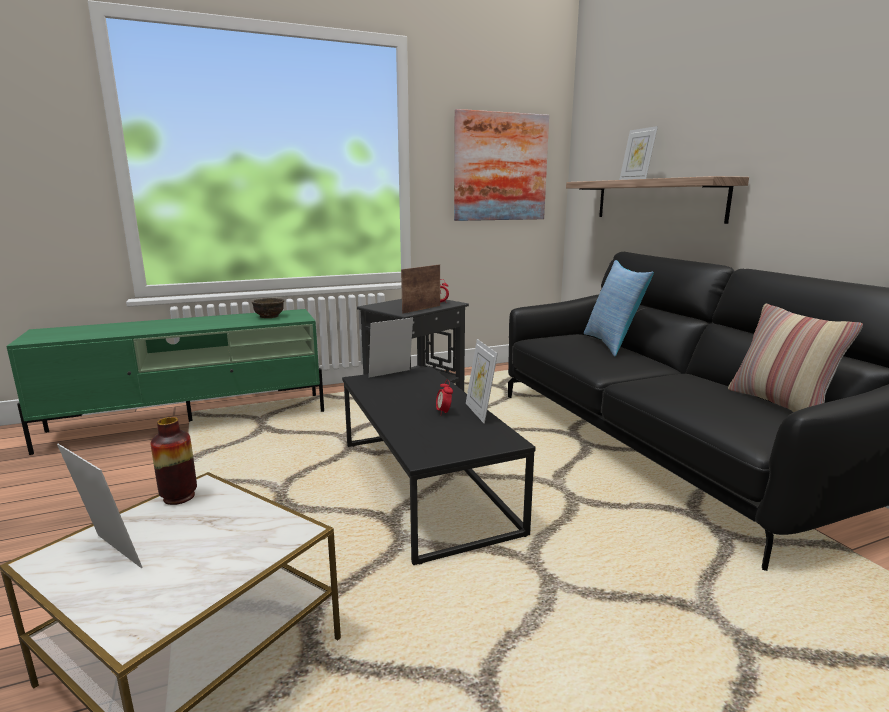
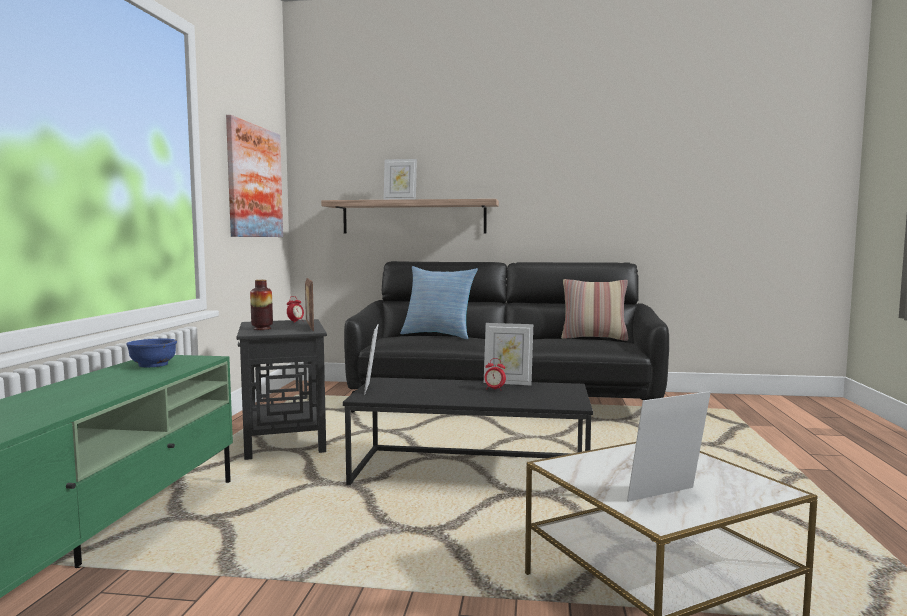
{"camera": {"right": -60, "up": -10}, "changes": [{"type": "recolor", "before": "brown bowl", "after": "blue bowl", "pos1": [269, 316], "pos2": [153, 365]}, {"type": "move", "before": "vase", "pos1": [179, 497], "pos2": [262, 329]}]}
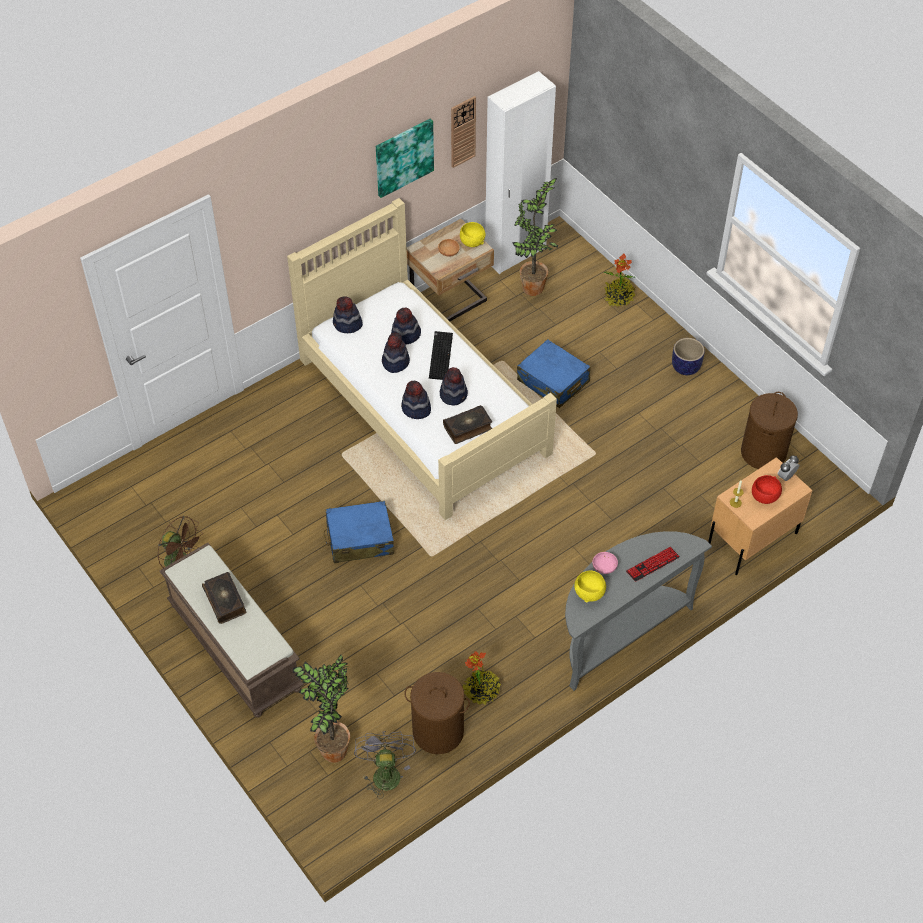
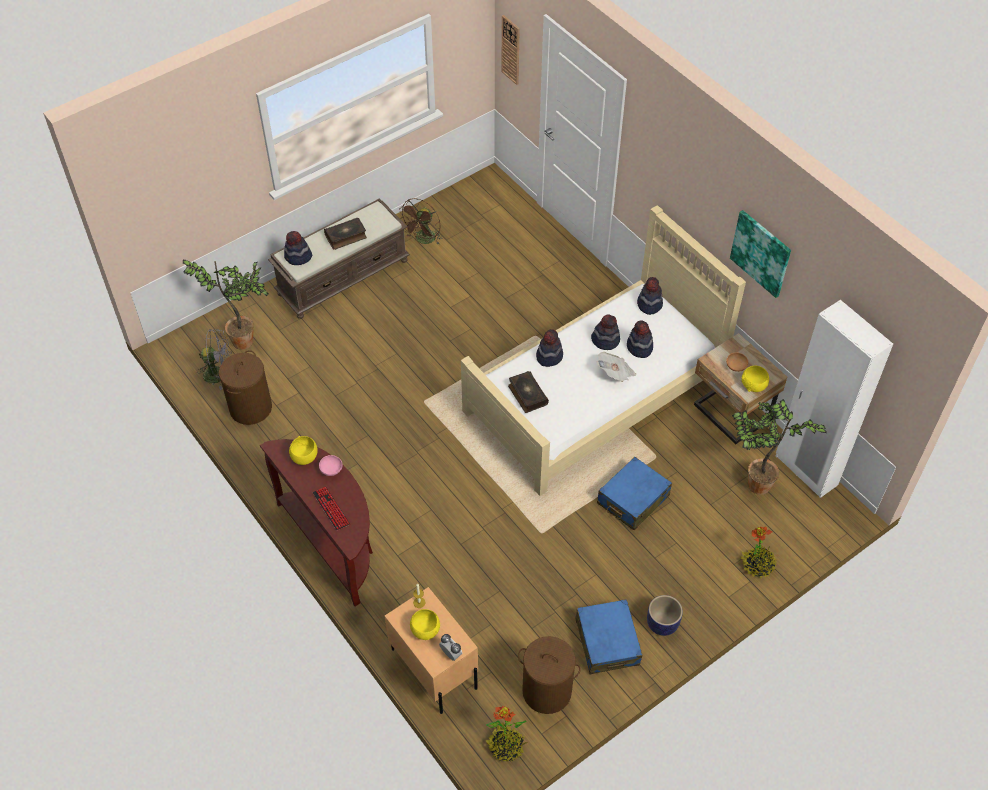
{"camera": {"right": 90, "up": 0}, "changes": [{"type": "recolor", "before": "grey console table", "after": "brown console table", "pos1": [619, 633], "pos2": [333, 543]}, {"type": "move", "before": "hat", "pos1": [454, 394], "pos2": [298, 257]}, {"type": "recolor", "before": "red bowl", "after": "yellow bowl", "pos1": [764, 497], "pos2": [425, 630]}, {"type": "move", "before": "potted plant", "pos1": [481, 690], "pos2": [506, 746]}, {"type": "move", "before": "wall clock", "pos1": [462, 131], "pos2": [511, 50]}, {"type": "move", "before": "blue suitcase", "pos1": [359, 539], "pos2": [607, 642]}, {"type": "replace", "before": "keyboard", "after": "newspaper", "pos1": [439, 355], "pos2": [615, 373]}]}
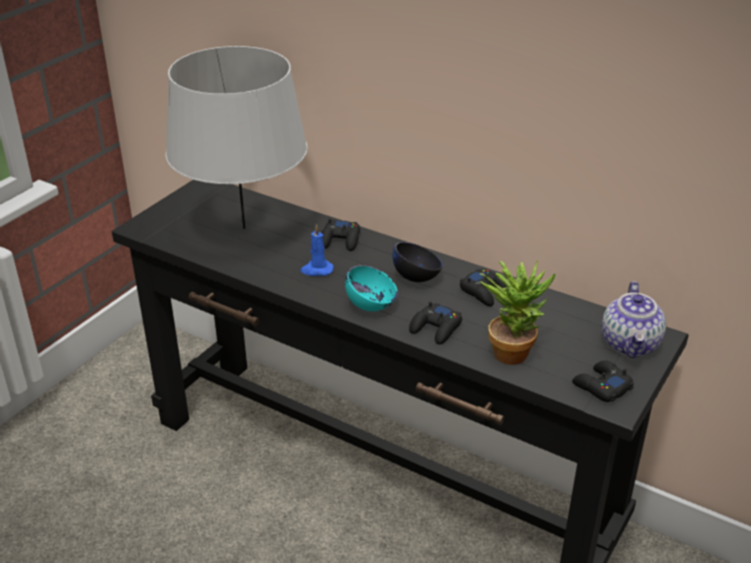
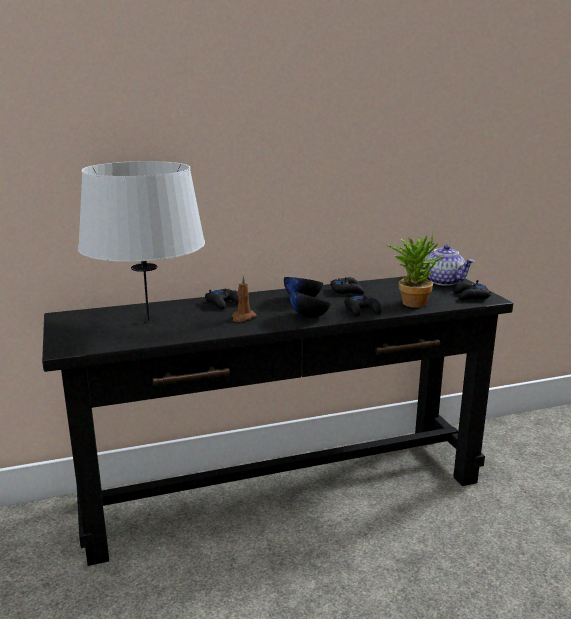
{"camera": {"right": -50, "up": -15}, "changes": [{"type": "recolor", "before": "blue candle", "after": "brown candle", "pos1": [316, 270], "pos2": [243, 317]}, {"type": "recolor", "before": "turquoise bowl", "after": "black bowl", "pos1": [371, 305], "pos2": [310, 316]}]}
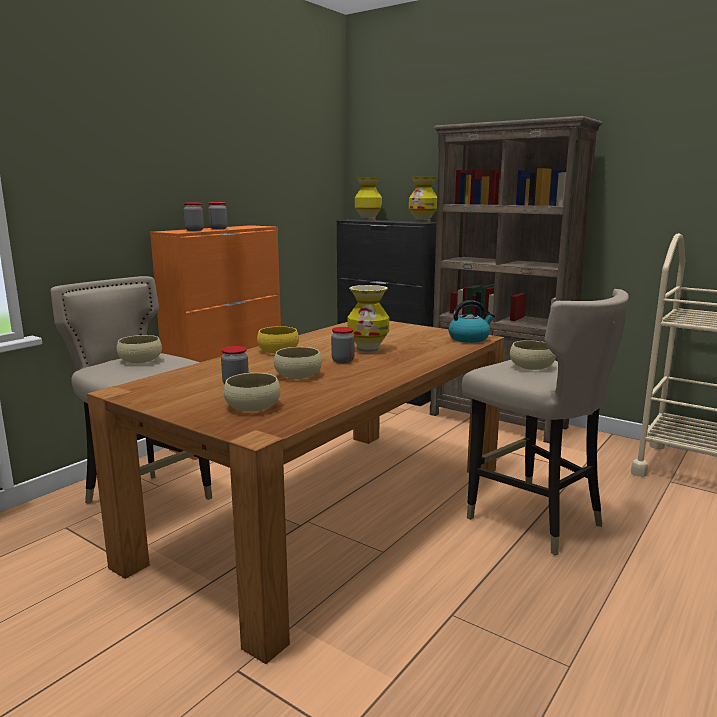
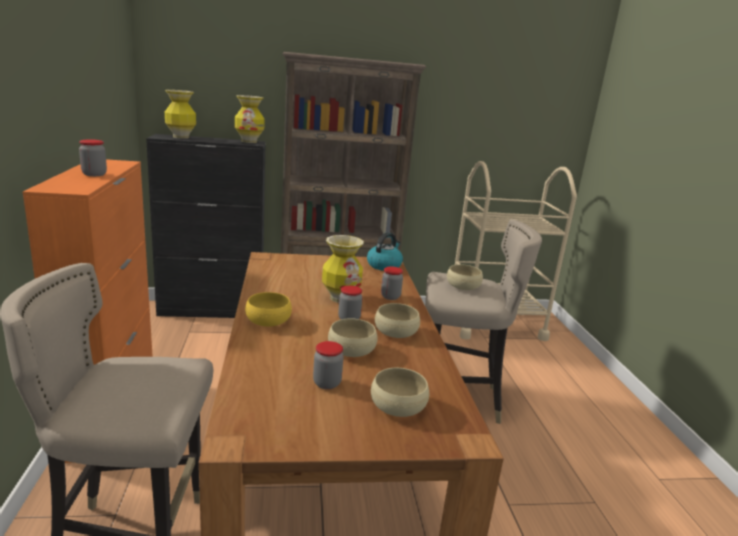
{"camera": {"right": -45, "up": 5}, "changes": [{"type": "move", "before": "beige bowl", "pos1": [140, 360], "pos2": [395, 332]}, {"type": "move", "before": "jar", "pos1": [194, 230], "pos2": [390, 296]}]}
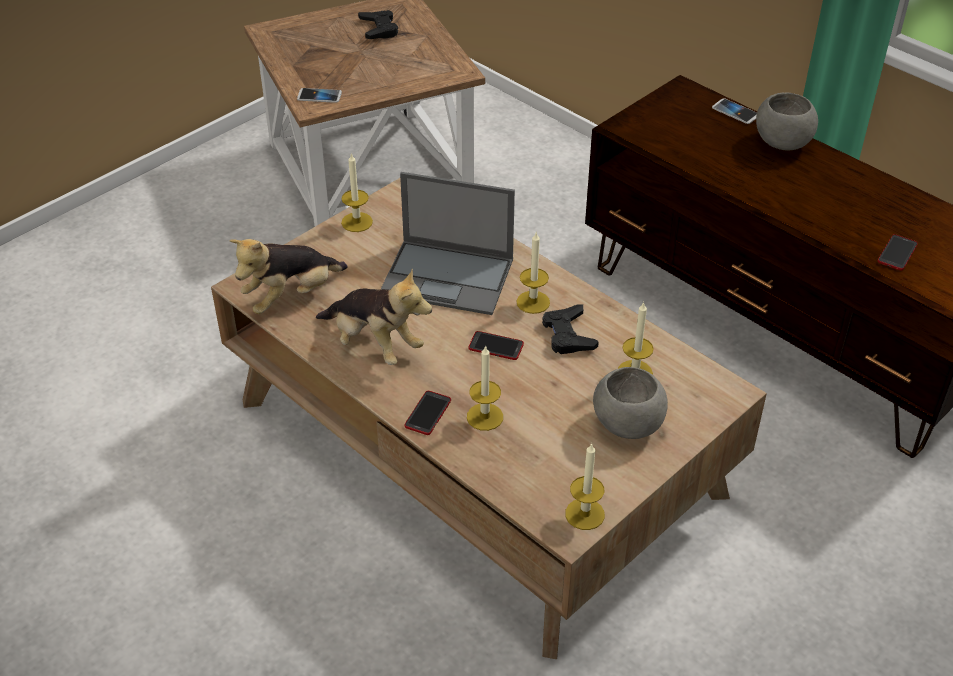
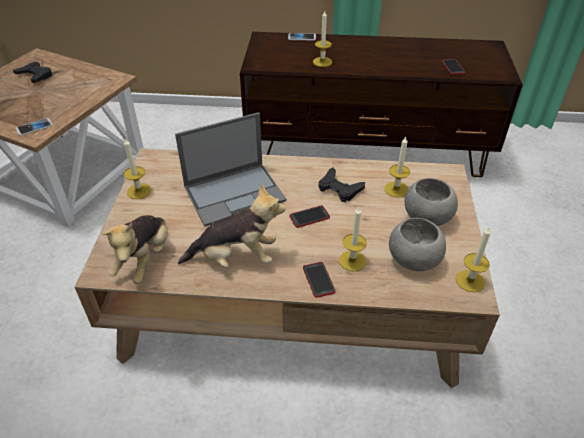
{"camera": {"right": -40, "up": 0}, "changes": [{"type": "move", "before": "candle", "pos1": [533, 302], "pos2": [322, 62]}, {"type": "move", "before": "grey bowl", "pos1": [781, 143], "pos2": [413, 260]}]}
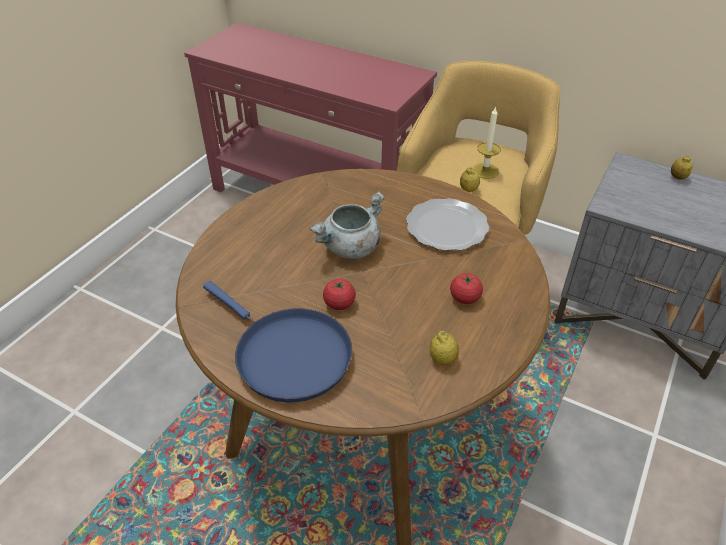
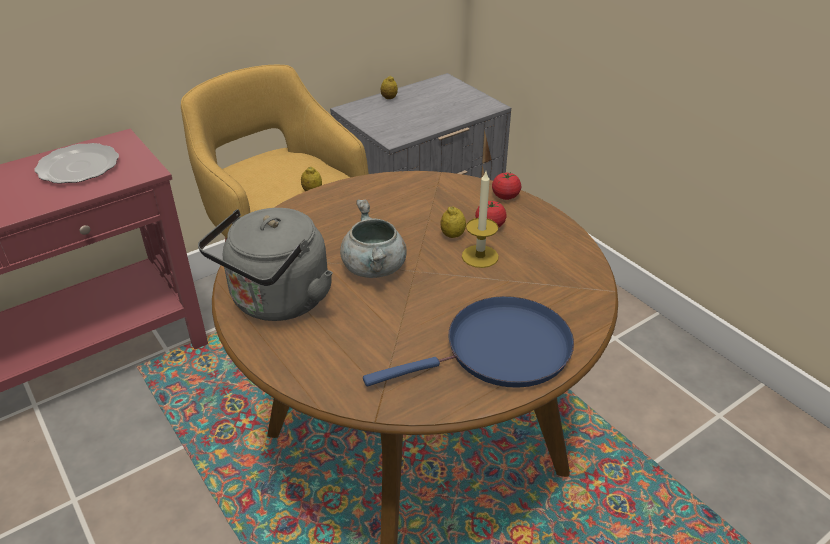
{"camera": {"right": -65, "up": -5}, "changes": [{"type": "move", "before": "plate", "pos1": [446, 226], "pos2": [77, 166]}, {"type": "insert", "after": "grey kettle", "pos2": [277, 302]}, {"type": "move", "before": "lemon", "pos1": [442, 359], "pos2": [452, 235]}, {"type": "move", "before": "candle", "pos1": [485, 171], "pos2": [480, 256]}, {"type": "move", "before": "tomato", "pos1": [339, 303], "pos2": [505, 196]}]}
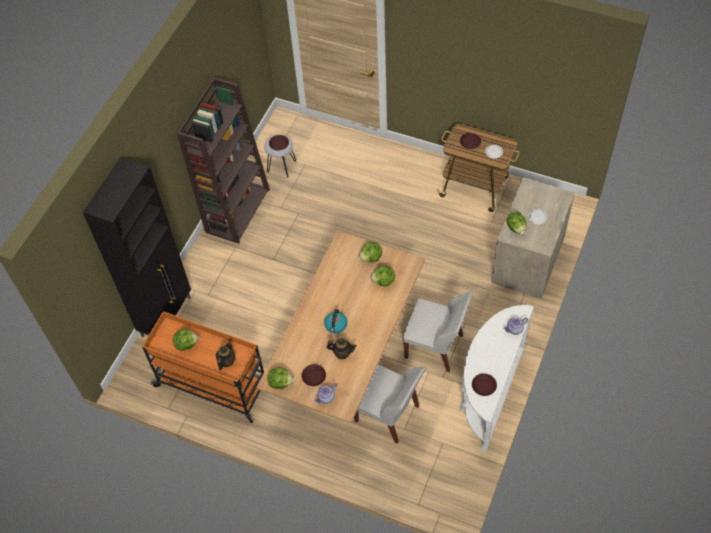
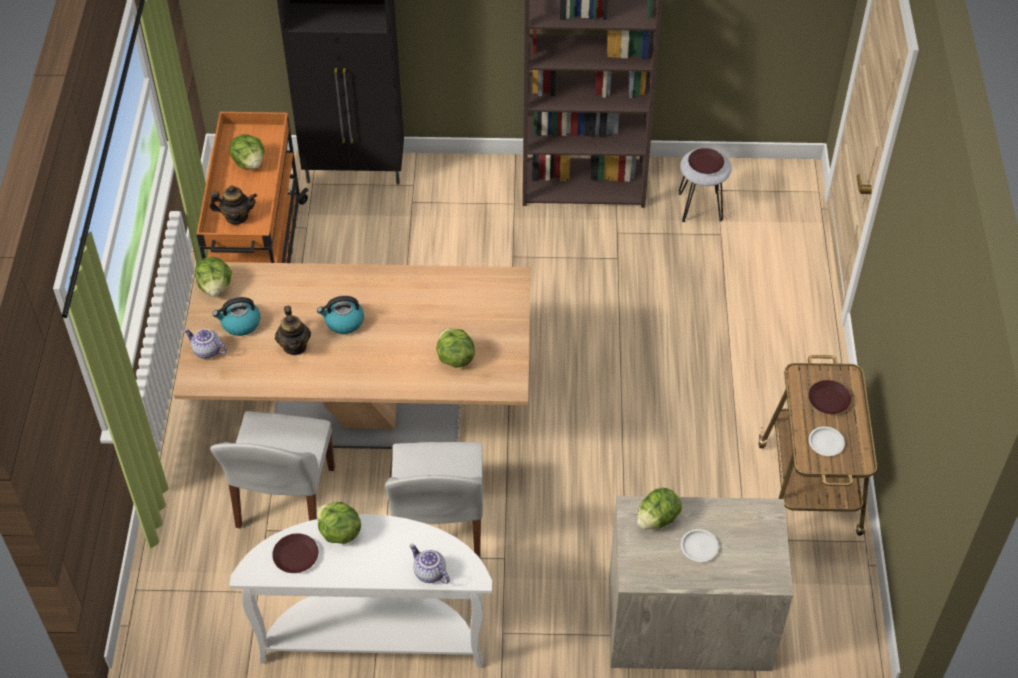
{"camera": {"right": 65, "up": -5}, "changes": [{"type": "replace", "before": "brown plate", "after": "kettle", "pos1": [314, 376], "pos2": [240, 324]}, {"type": "move", "before": "lettuce", "pos1": [371, 258], "pos2": [339, 533]}]}
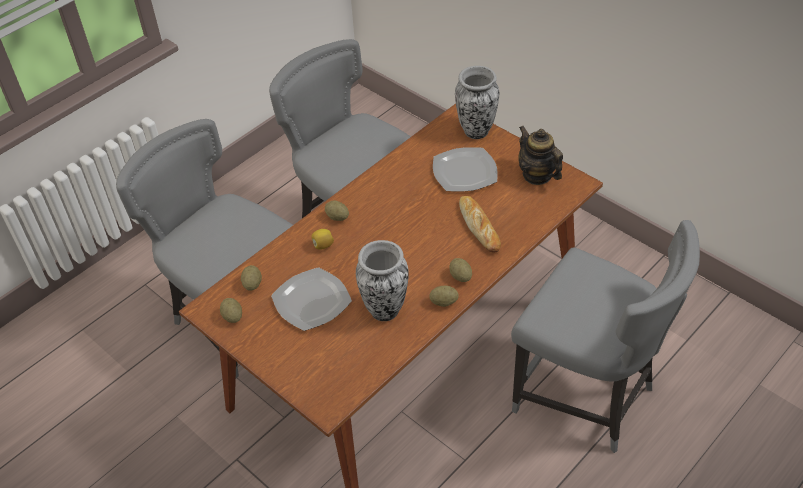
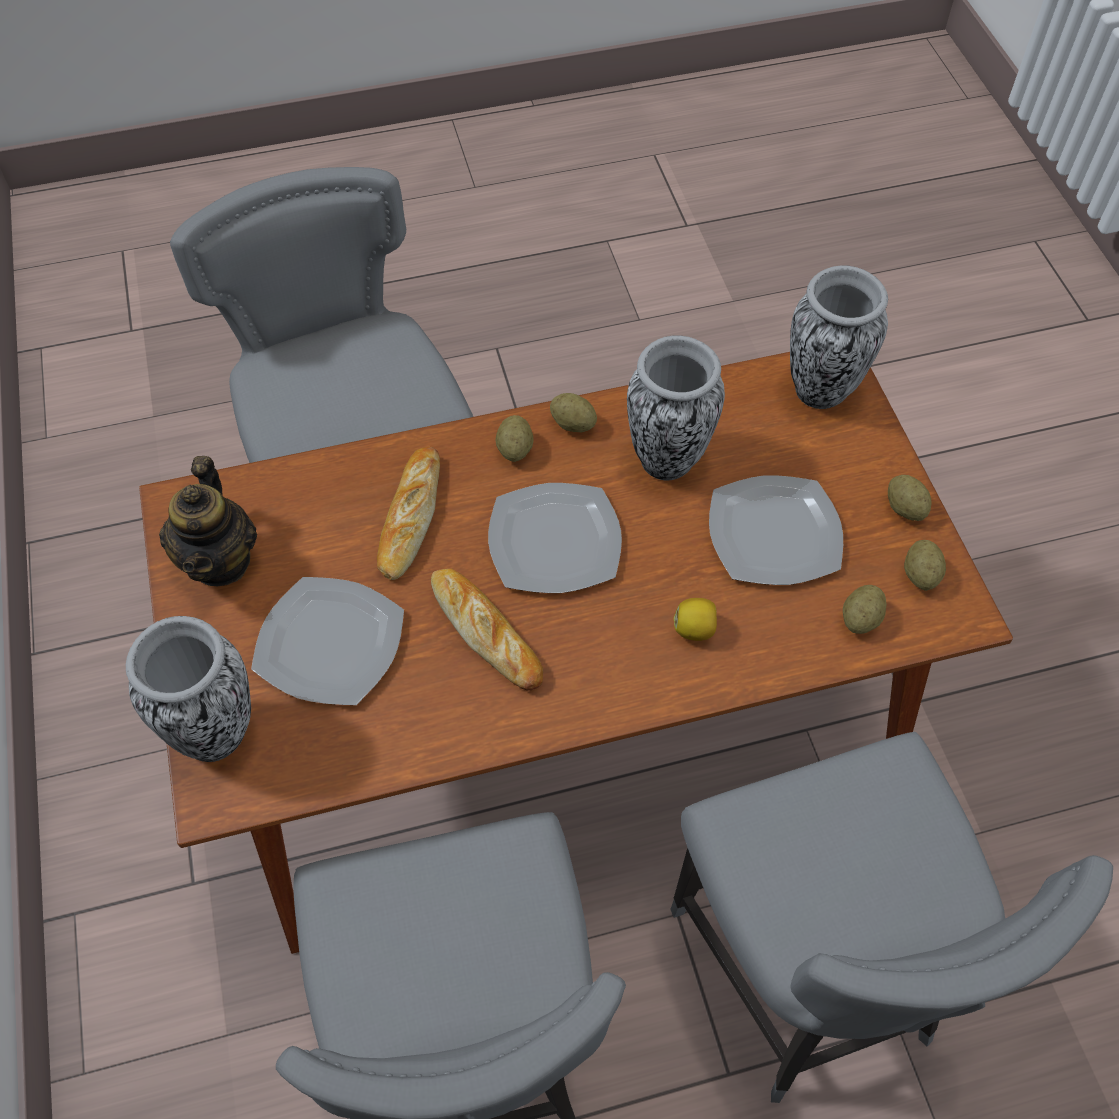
{"camera": {"right": -150, "up": 10}, "changes": [{"type": "insert", "after": "bread", "pos2": [486, 632]}, {"type": "insert", "after": "plate", "pos2": [556, 542]}, {"type": "insert", "after": "vase", "pos2": [821, 389]}, {"type": "move", "before": "potato", "pos1": [337, 217], "pos2": [904, 508]}]}
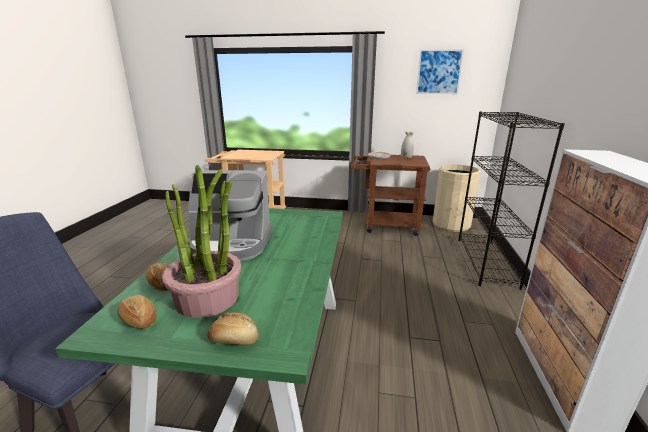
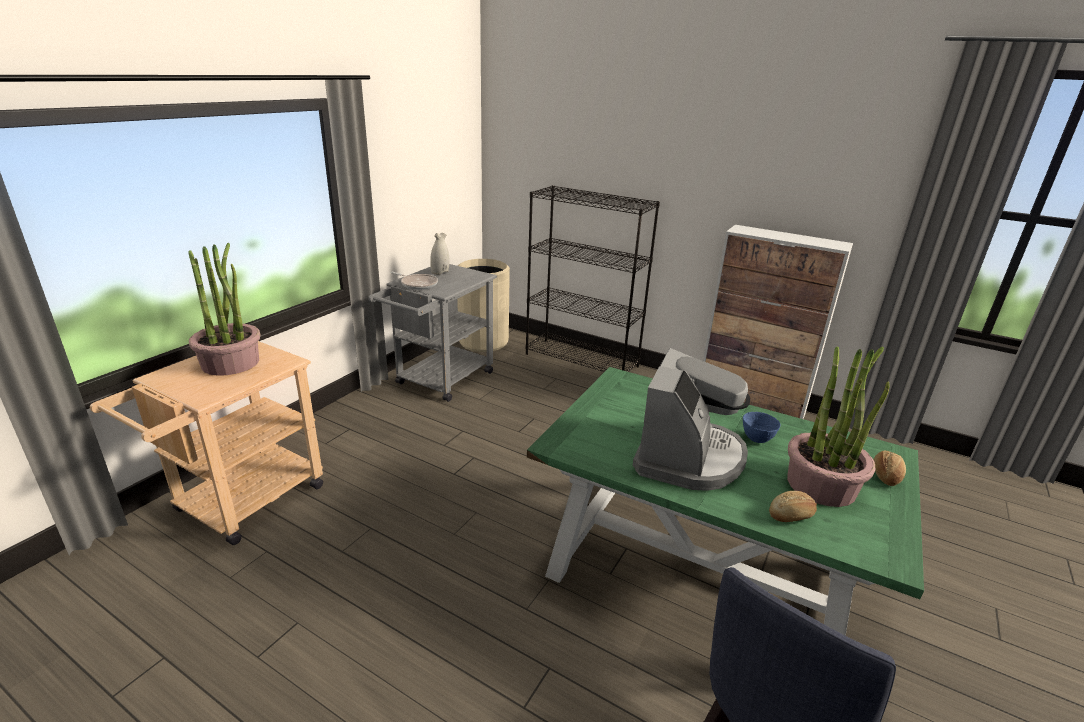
{"camera": {"right": -70, "up": 5}, "changes": [{"type": "insert", "after": "potted plant", "pos2": [231, 362]}, {"type": "recolor", "before": "brown cart", "after": "grey cart", "pos1": [386, 225], "pos2": [440, 381]}, {"type": "insert", "after": "blue bowl", "pos2": [756, 439]}, {"type": "delete", "before": "bread", "pos1": [138, 320]}, {"type": "delete", "before": "picture", "pos1": [439, 72]}]}
